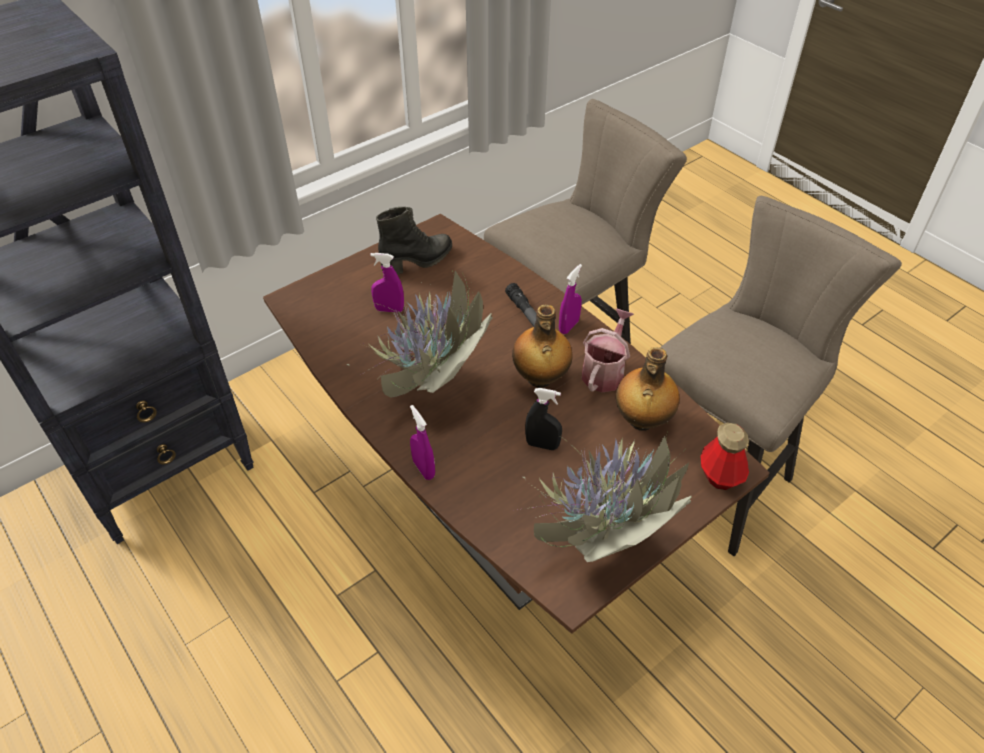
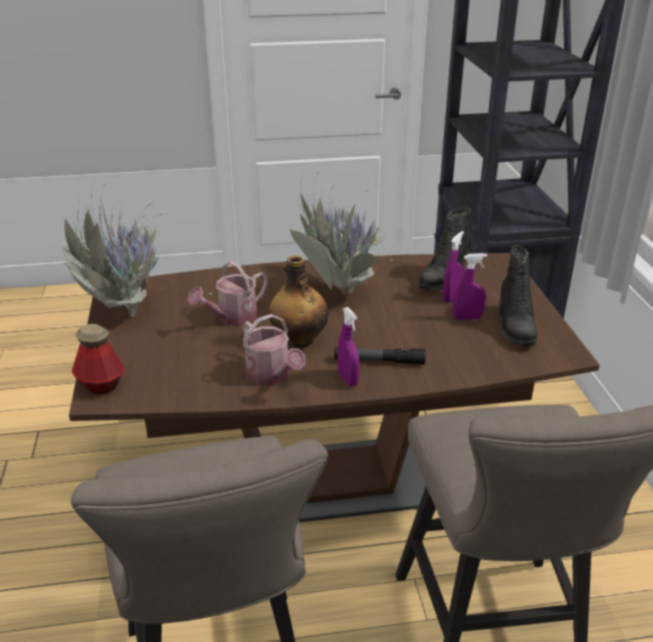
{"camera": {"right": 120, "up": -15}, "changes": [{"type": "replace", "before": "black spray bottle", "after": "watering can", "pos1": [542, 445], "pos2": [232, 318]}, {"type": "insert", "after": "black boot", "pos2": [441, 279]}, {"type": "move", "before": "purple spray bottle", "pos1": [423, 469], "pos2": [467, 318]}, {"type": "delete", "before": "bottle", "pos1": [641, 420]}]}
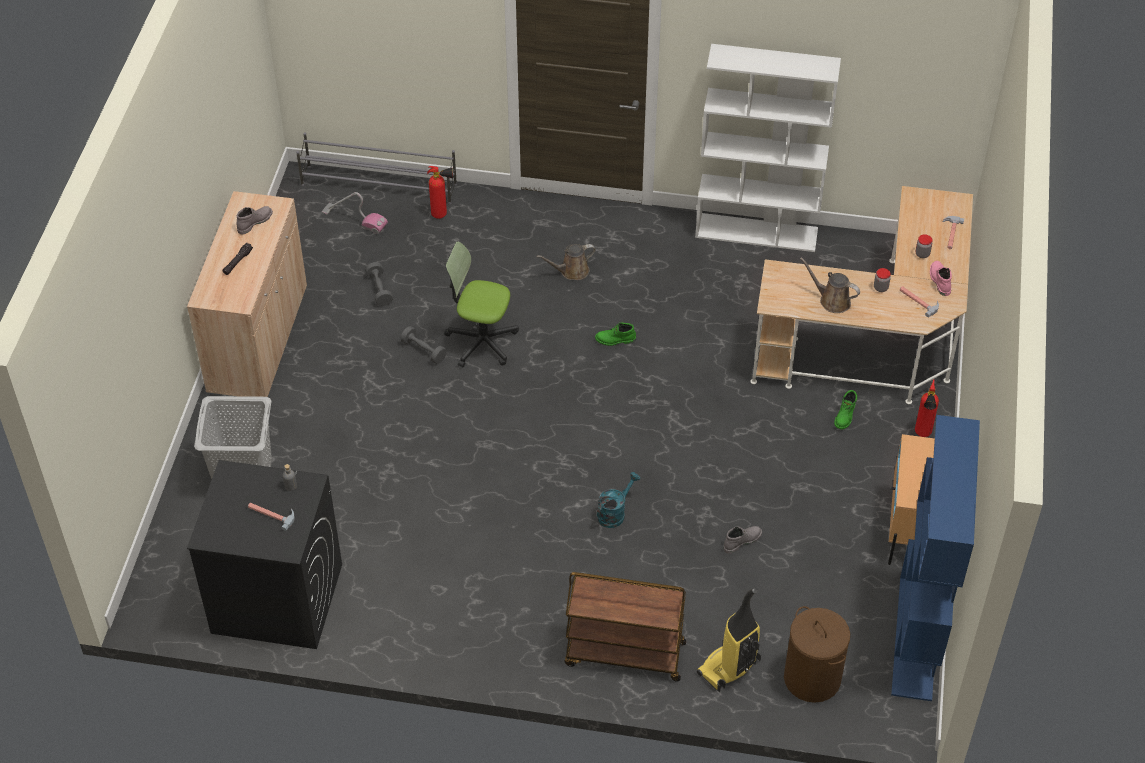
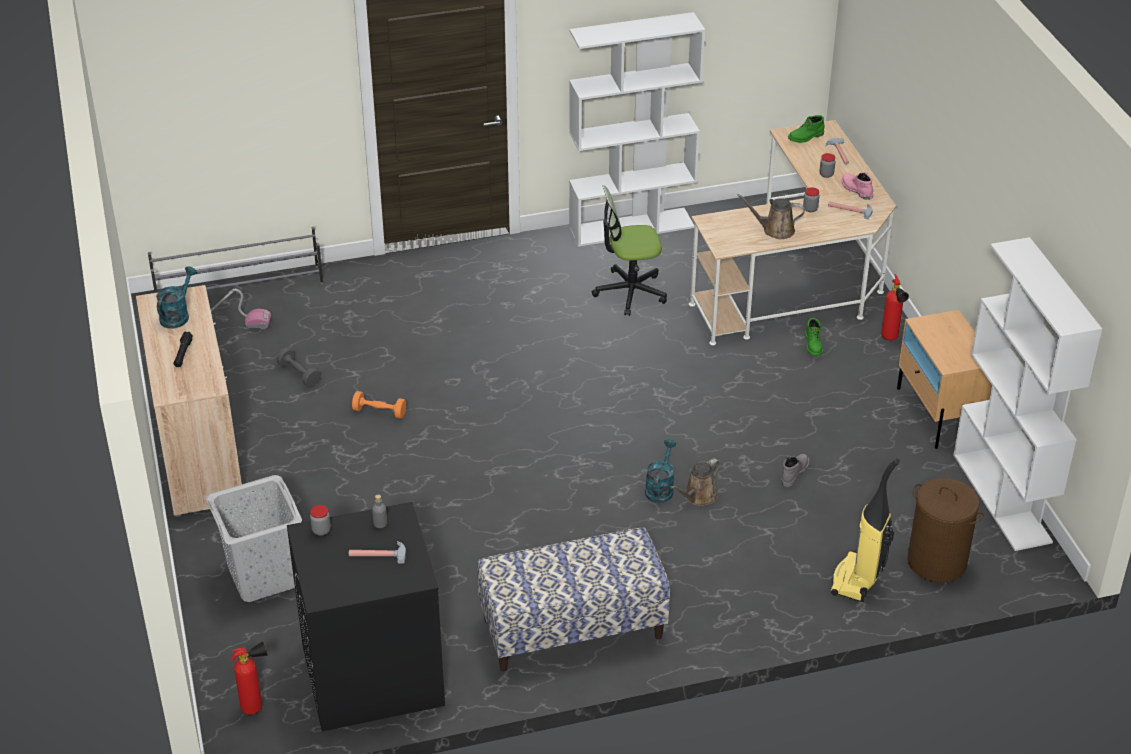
{"camera": {"right": -25, "up": -10}, "changes": [{"type": "replace", "before": "grey boot", "after": "turquoise watering can", "pos1": [254, 222], "pos2": [177, 315]}, {"type": "move", "before": "fire extinguisher", "pos1": [442, 214], "pos2": [256, 707]}, {"type": "insert", "after": "jar", "pos2": [321, 530]}, {"type": "recolor", "before": "grey dumbbell", "after": "orange dumbbell", "pos1": [424, 351], "pos2": [379, 412]}, {"type": "insert", "after": "bench", "pos2": [572, 629]}, {"type": "move", "before": "office chair", "pos1": [481, 341], "pos2": [630, 292]}, {"type": "move", "before": "brown watering can", "pos1": [571, 271], "pos2": [698, 497]}, {"type": "move", "before": "green boot", "pos1": [615, 340], "pos2": [806, 137]}, {"type": "recolor", "before": "blue bookcase", "after": "white bookcase", "pos1": [916, 638], "pos2": [1002, 498]}, {"type": "delete", "before": "brown cart", "pos1": [624, 654]}]}
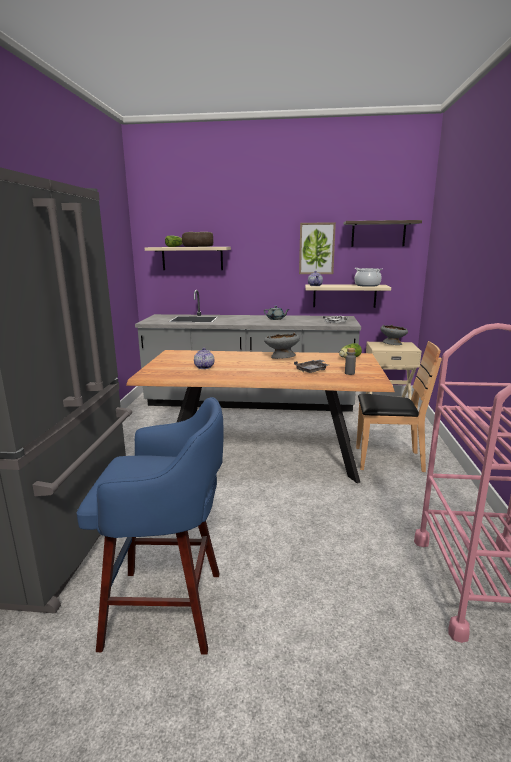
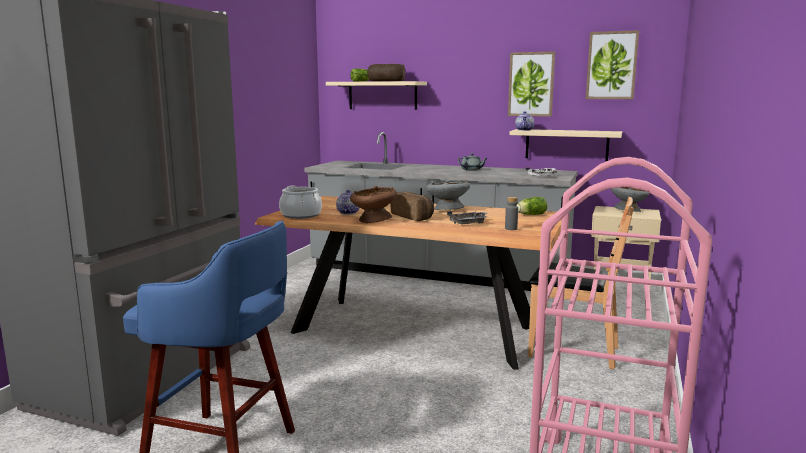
{"camera": {"right": 15, "up": -5}, "changes": [{"type": "move", "before": "cooking pot", "pos1": [367, 285], "pos2": [300, 215]}, {"type": "insert", "after": "brown bowl", "pos2": [373, 220]}, {"type": "insert", "after": "bread", "pos2": [413, 217]}, {"type": "replace", "before": "shelf", "after": "picture", "pos1": [378, 234], "pos2": [611, 65]}]}
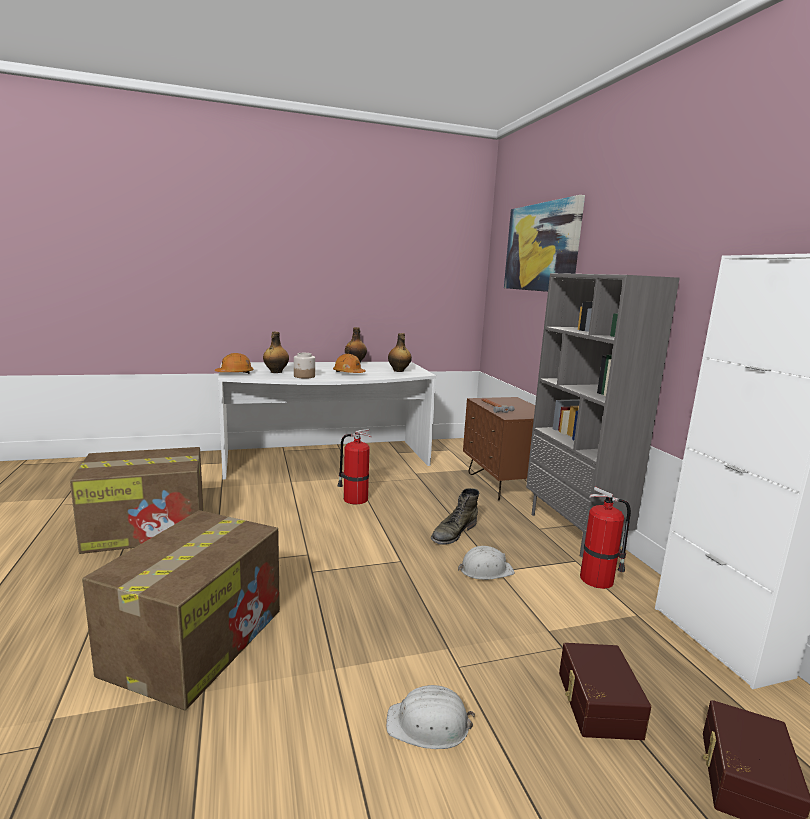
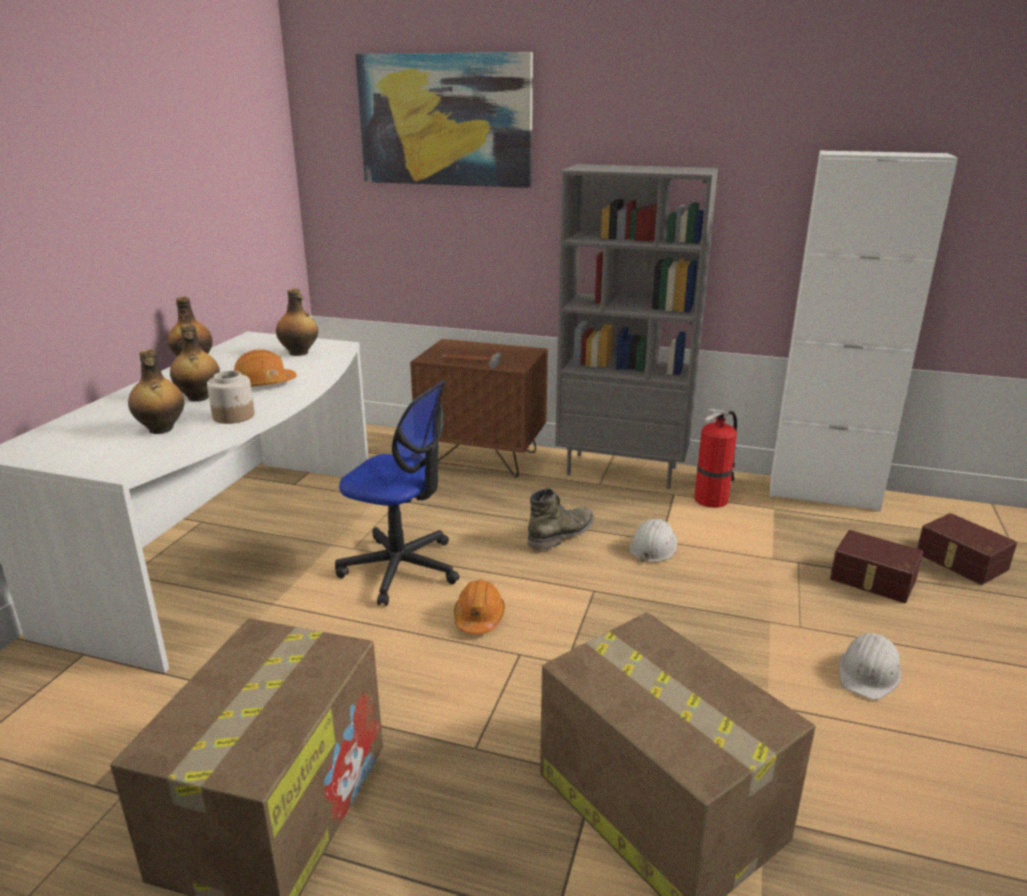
{"camera": {"right": -55, "up": 10}, "changes": [{"type": "insert", "after": "bottle", "pos2": [199, 398]}, {"type": "replace", "before": "fire extinguisher", "after": "office chair", "pos1": [354, 499], "pos2": [401, 568]}, {"type": "move", "before": "orange hard hat", "pos1": [235, 373], "pos2": [479, 618]}, {"type": "rotate", "before": "green boot", "pos1": [453, 533], "pos2": [562, 534], "turn": -120}]}
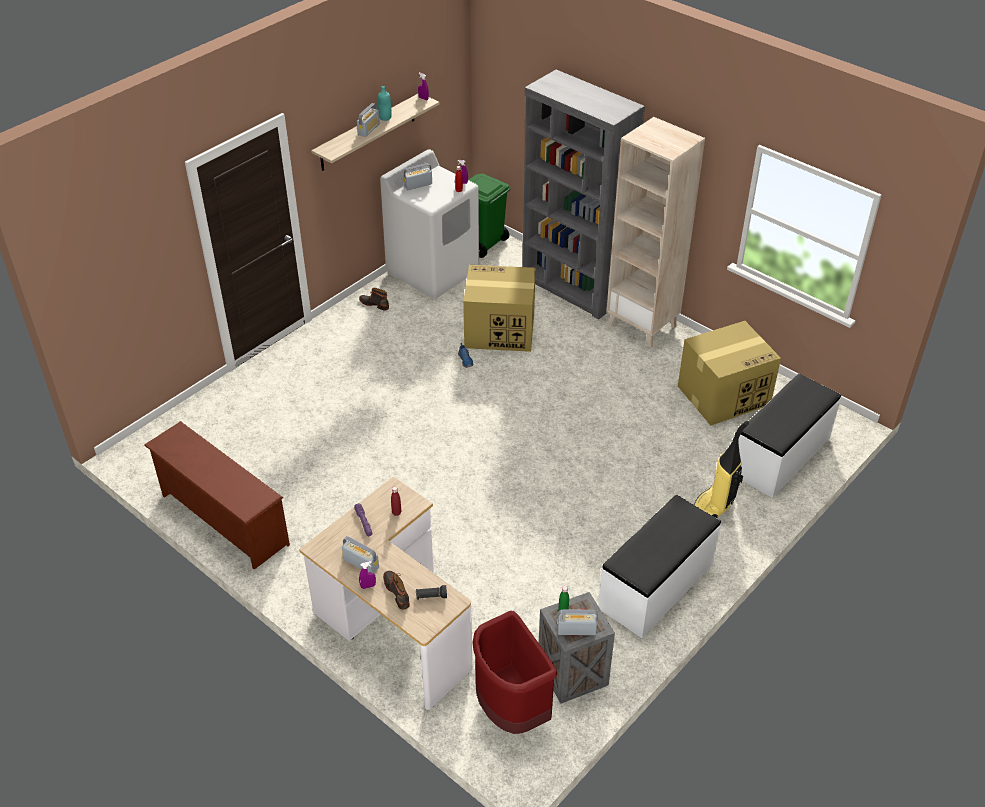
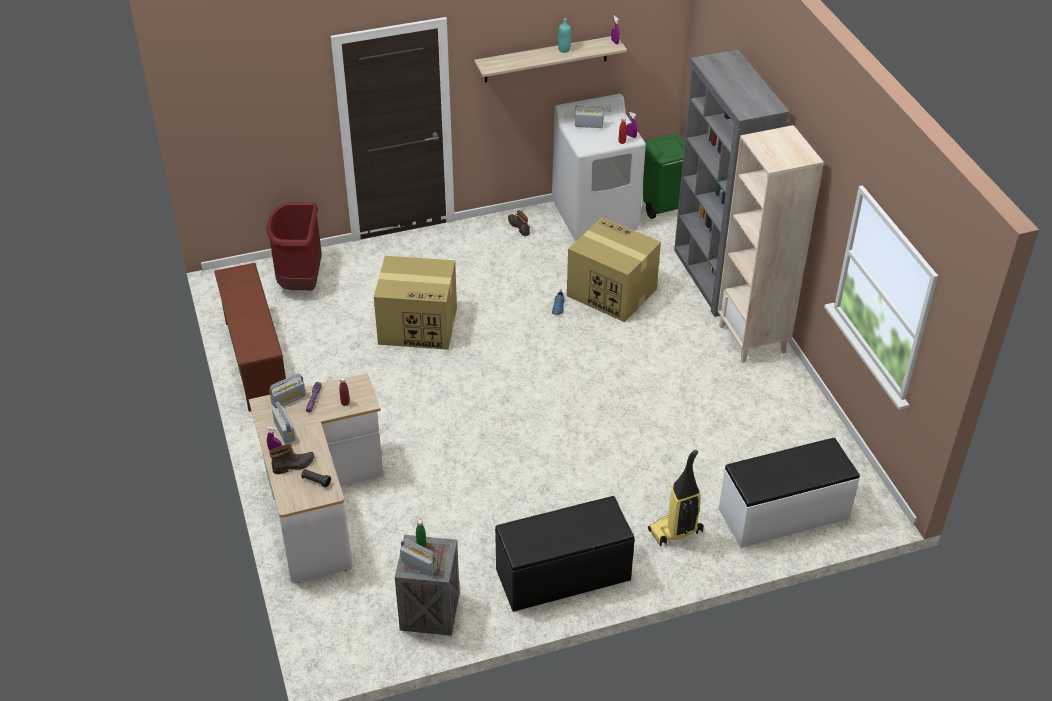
{"camera": {"right": 30, "up": 0}, "changes": [{"type": "move", "before": "red trash can", "pos1": [511, 709], "pos2": [301, 281]}, {"type": "move", "before": "radio", "pos1": [368, 129], "pos2": [288, 399]}, {"type": "rotate", "before": "boot", "pos1": [397, 591], "pos2": [294, 465], "turn": 60}, {"type": "move", "before": "cardboard box", "pos1": [724, 395], "pos2": [419, 325]}, {"type": "recolor", "before": "white bench", "after": "black bench", "pos1": [657, 586], "pos2": [563, 575]}]}
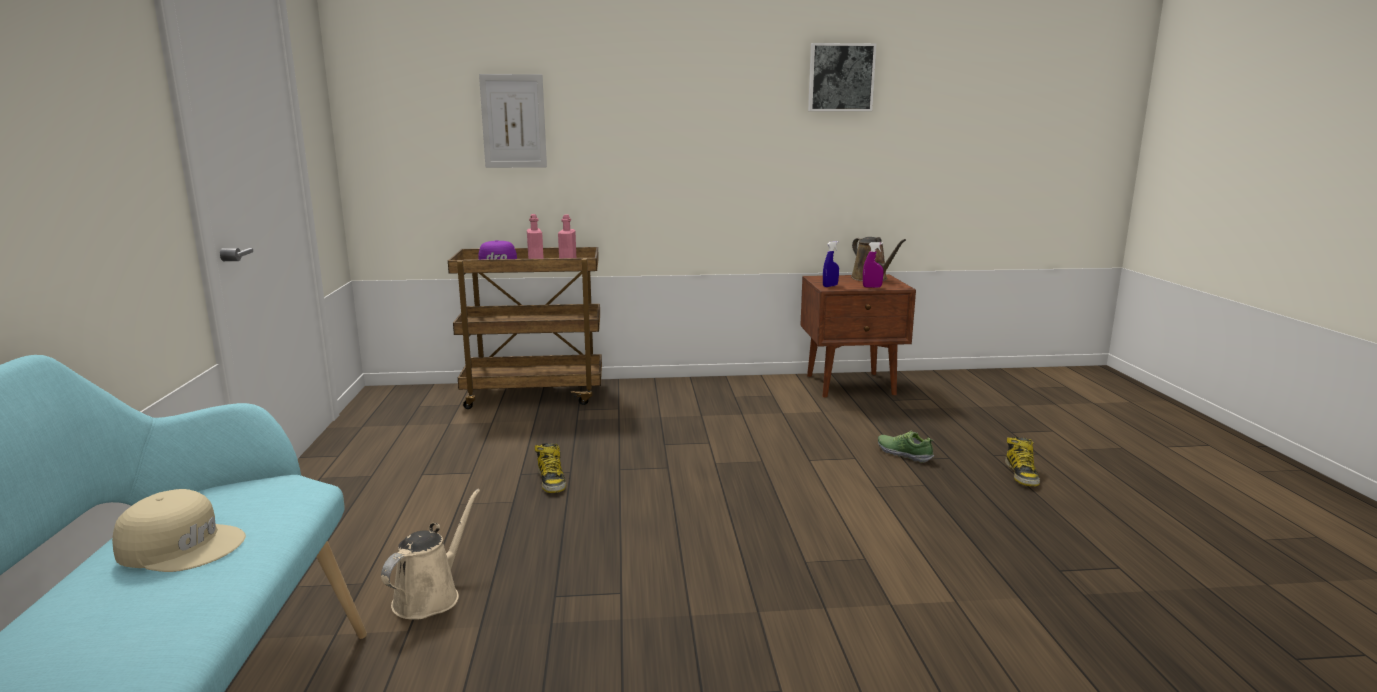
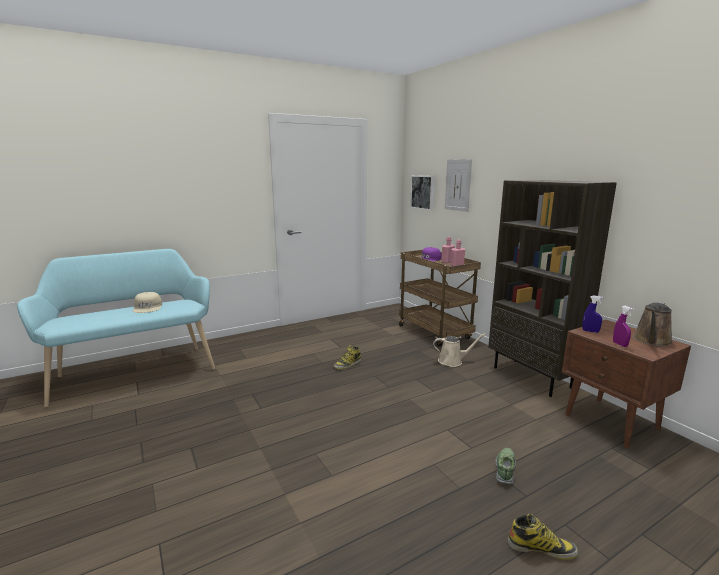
{"camera": {"right": 65, "up": 0}, "changes": [{"type": "move", "before": "picture", "pos1": [840, 77], "pos2": [423, 192]}, {"type": "move", "before": "beige watering can", "pos1": [431, 596], "pos2": [452, 361]}, {"type": "insert", "after": "brown bookcase", "pos2": [532, 377]}, {"type": "rotate", "before": "boot", "pos1": [1021, 474], "pos2": [541, 548], "turn": -150}]}
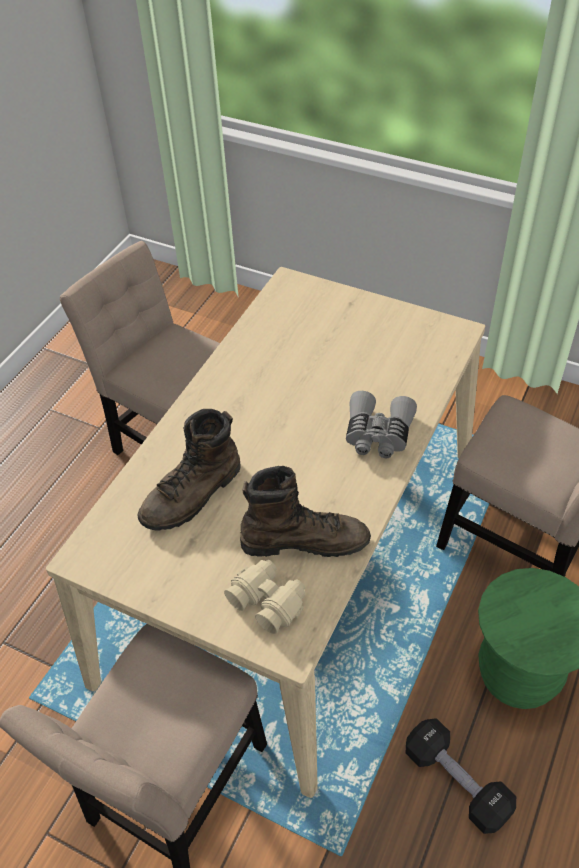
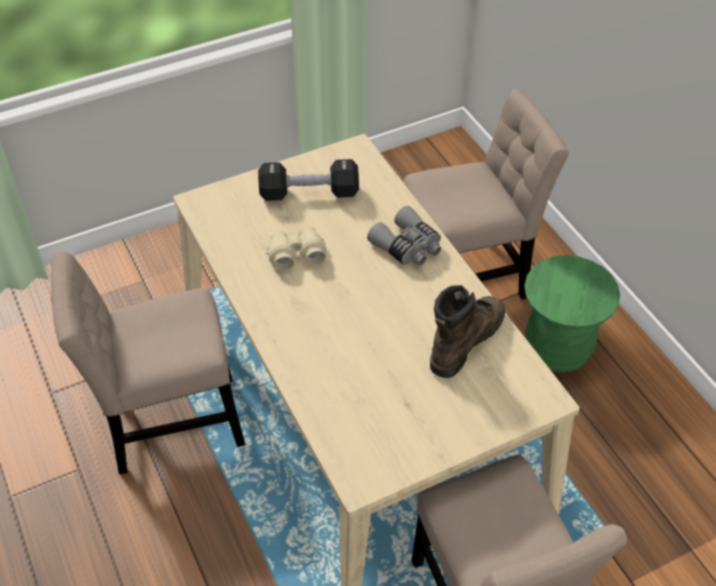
{"camera": {"right": -55, "up": 0}, "changes": [{"type": "move", "before": "black dumbbell", "pos1": [456, 782], "pos2": [309, 193]}, {"type": "move", "before": "beige binoculars", "pos1": [268, 600], "pos2": [296, 254]}, {"type": "delete", "before": "brown boot", "pos1": [193, 495]}]}
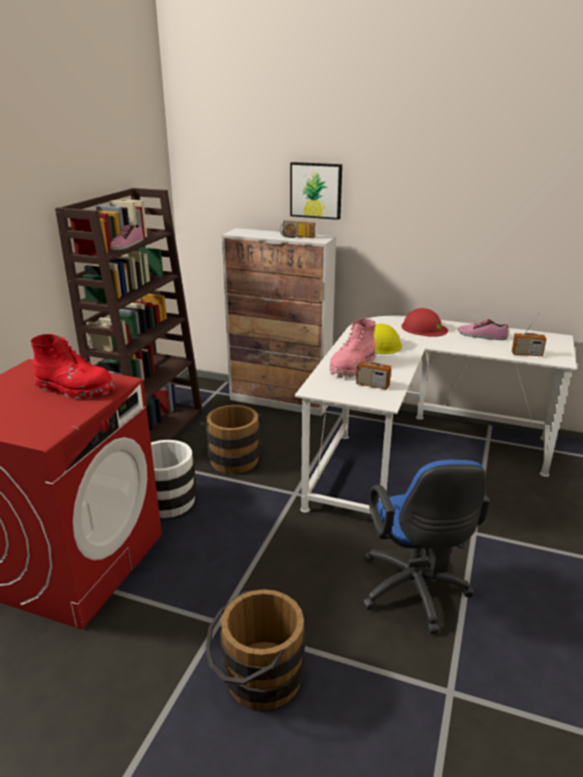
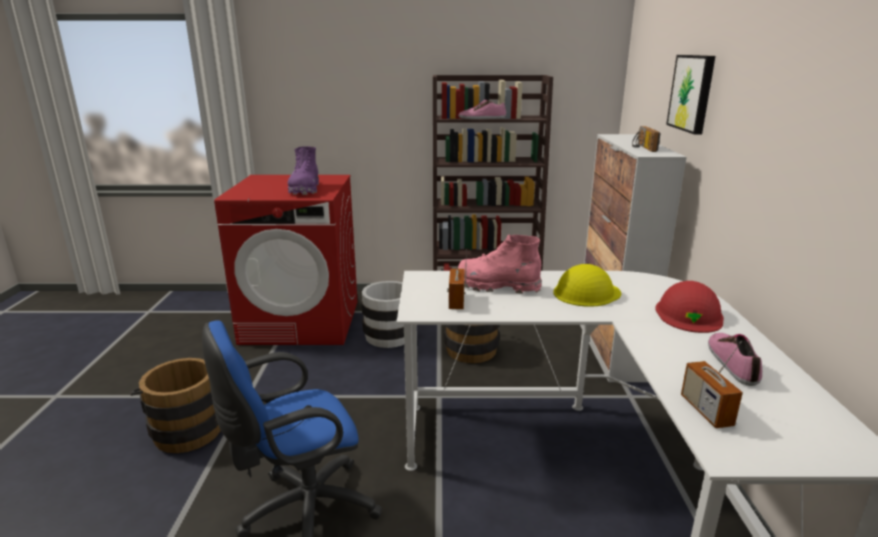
{"camera": {"right": 70, "up": -5}, "changes": [{"type": "recolor", "before": "red boot", "after": "purple boot", "pos1": [75, 389], "pos2": [305, 190]}]}
